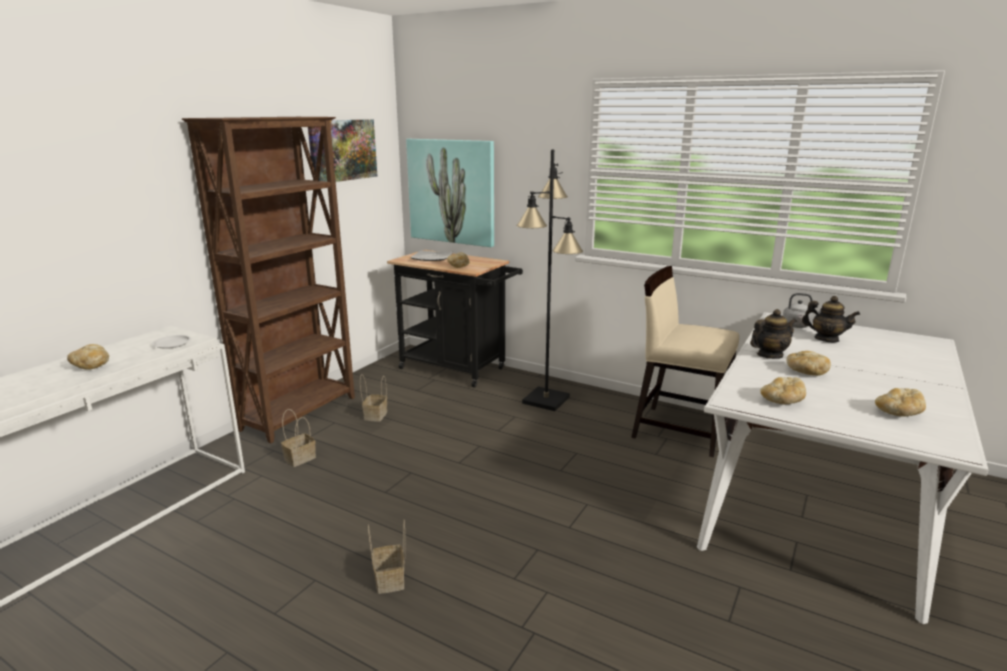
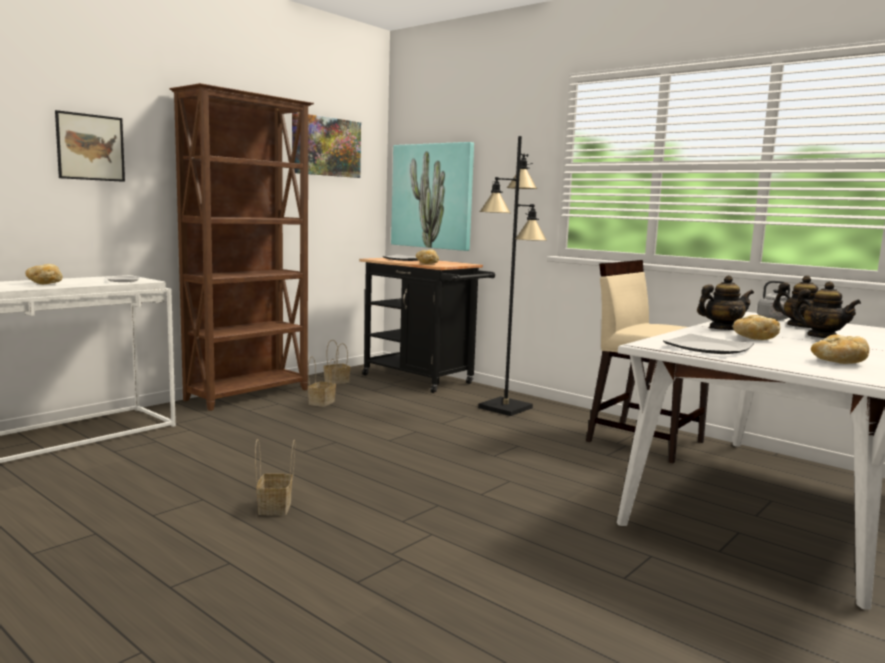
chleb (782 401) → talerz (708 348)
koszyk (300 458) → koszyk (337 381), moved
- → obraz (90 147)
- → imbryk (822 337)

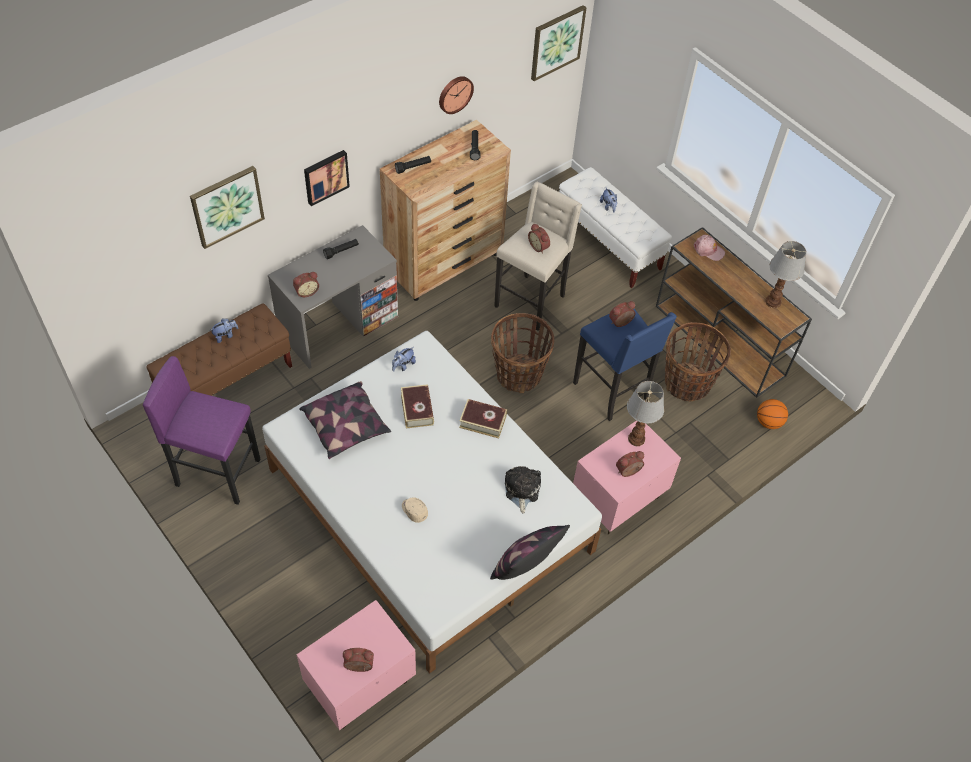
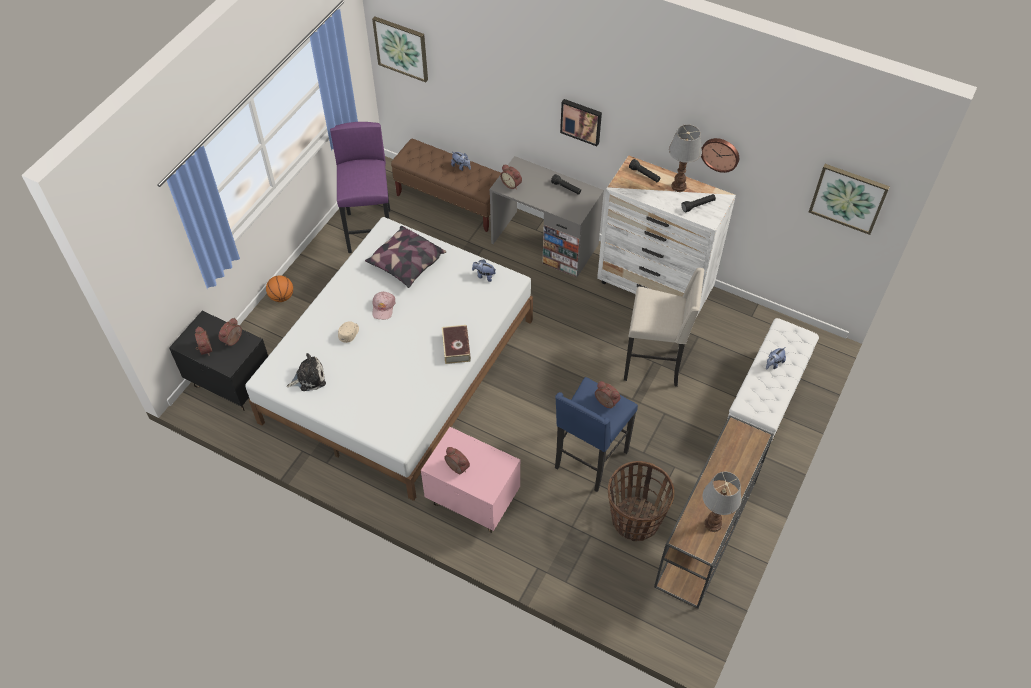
komoda/brązowy (444 263) → komoda/biały (655 287)
obraz (227 206) → obraz (401 48), moved
budzik (539 246) → budzik (233 340), moved
czapka z daszkiem/różowy (708 250) → czapka z daszkiem/różowy (383 307), moved
koszyk (519 374) → -
lampa stołowa (637 438) → lampa stołowa (679 186), moved
książka (417 409) → -
piłka do koszykówki (768 422) → piłka do koszykówki (282 297), moved
pluszak (521 490) → pluszak (309 378), moved
poduszka (525 565) → -
szafka nocna/różowy (360 686) → szafka nocna/czarny (231 384)

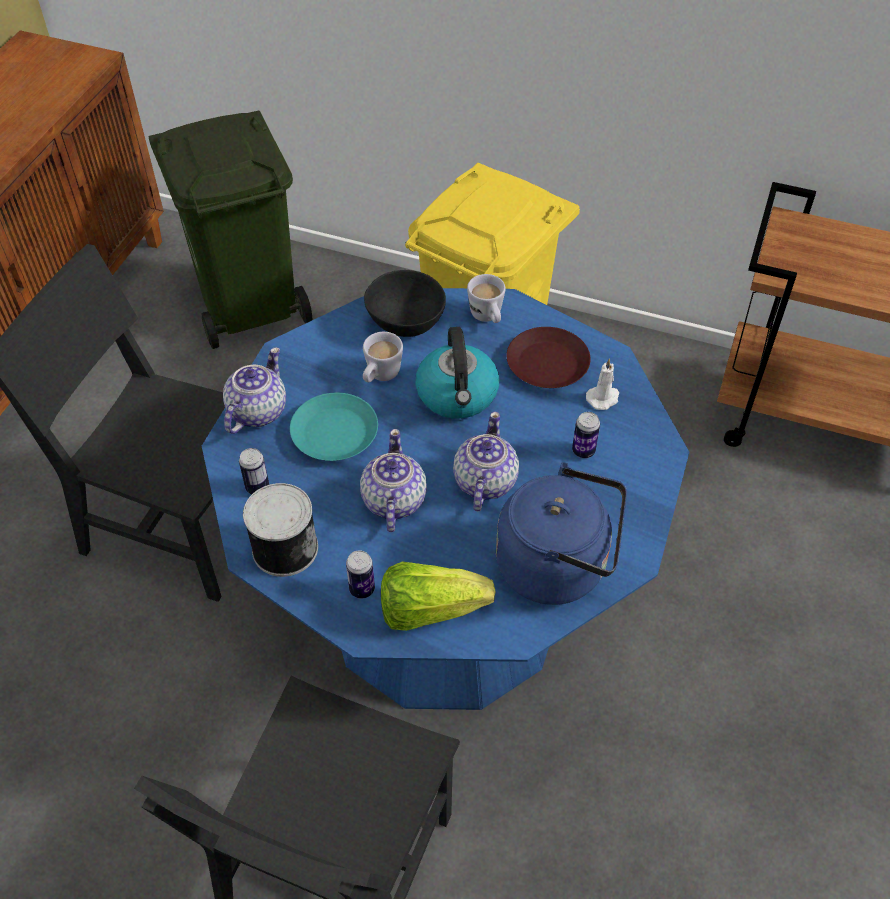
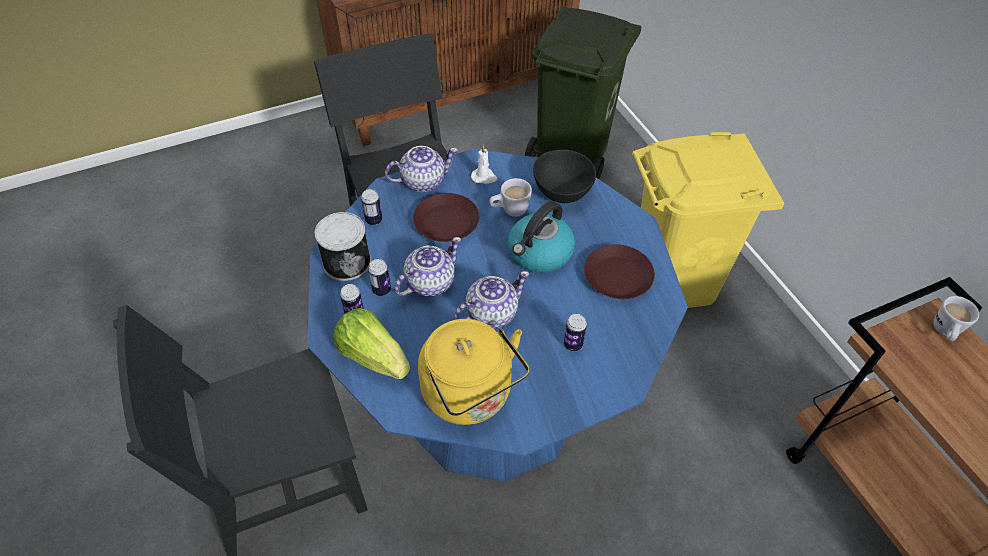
kubek/biały (487 318) → kubek/biały (944 332), moved
świeca/biały (603 398) → świeca/biały (484 177), moved
talerz/turkusowy (335 433) → talerz/brązowy (446 223)
czajnik/niebieski (558 565) → czajnik/żółty (471 396)
- → puszka (382 290)

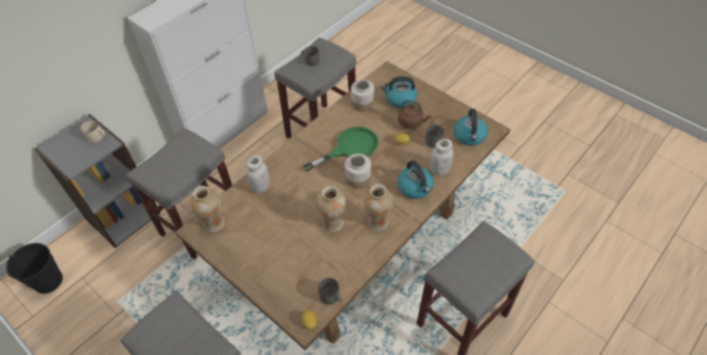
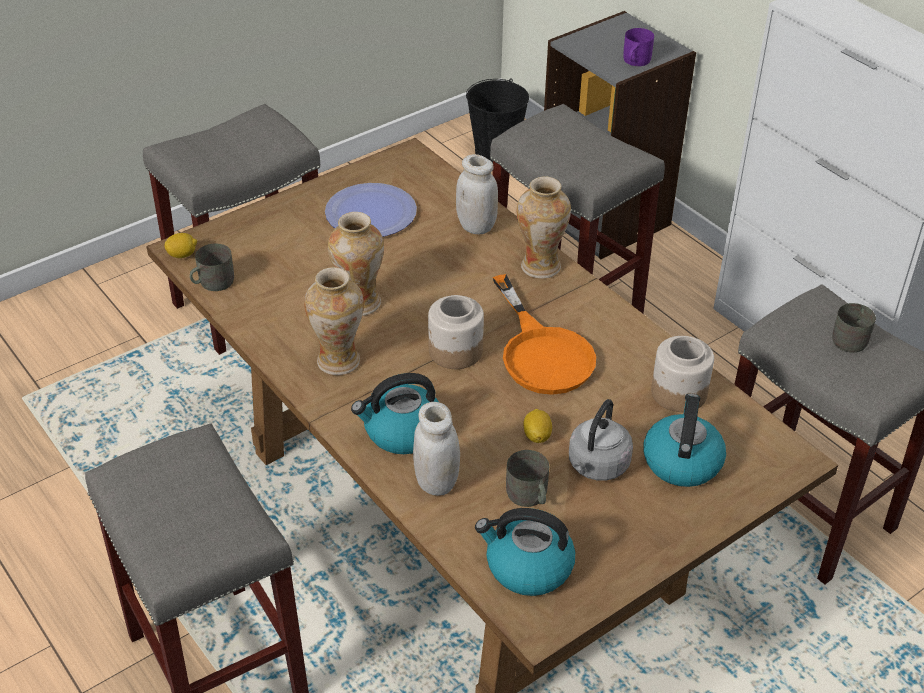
czajnik/brązowy (412 123) → czajnik/szary (597 466)
kubek/beżowy (97 137) → kubek/fioletowy (635 61)
patelnia/zielony (350 148) → patelnia/pomarańczowy (541 352)
wazon (214 223) → wazon (540 266), moved
- → talerz (370 213)

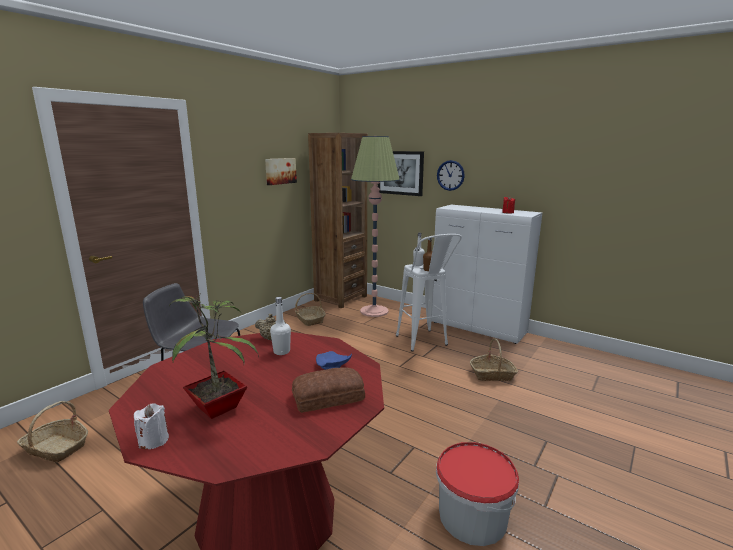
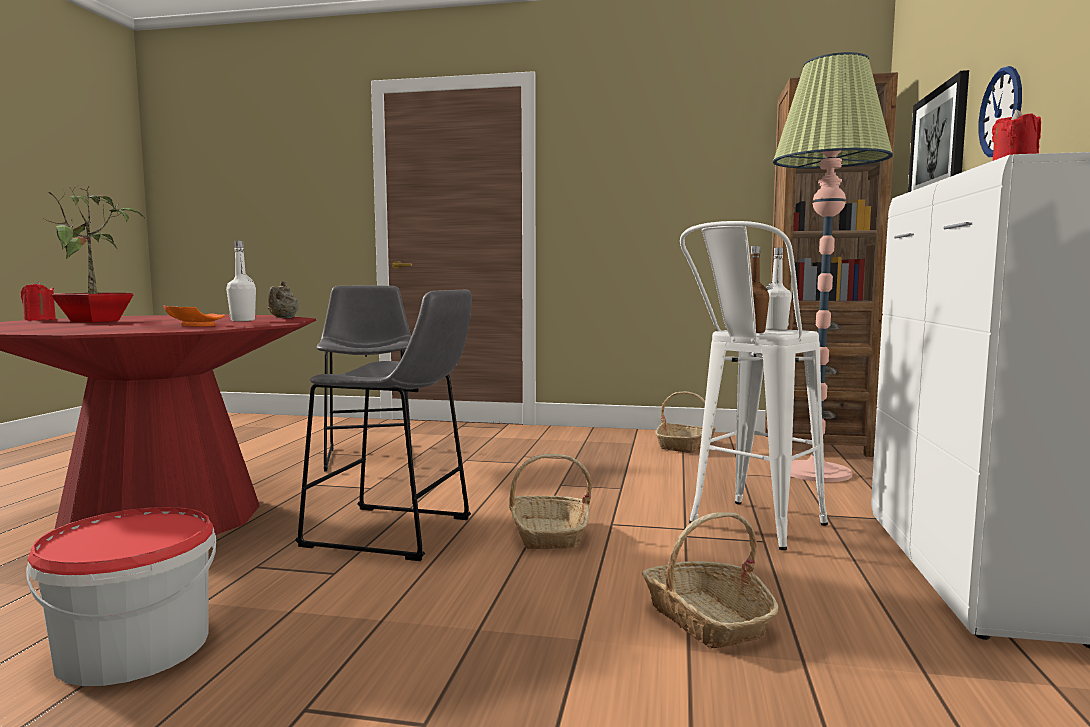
obraz (280 171) → -
talerz/niebieski (332 367) → talerz/pomarańczowy (194 326)
chleb (329 397) → -
koszyk (56 448) → koszyk (548 534), moved
świeca/biały (154 440) → świeca/czerwony (40 320)
- → stołek/szary (396 533)

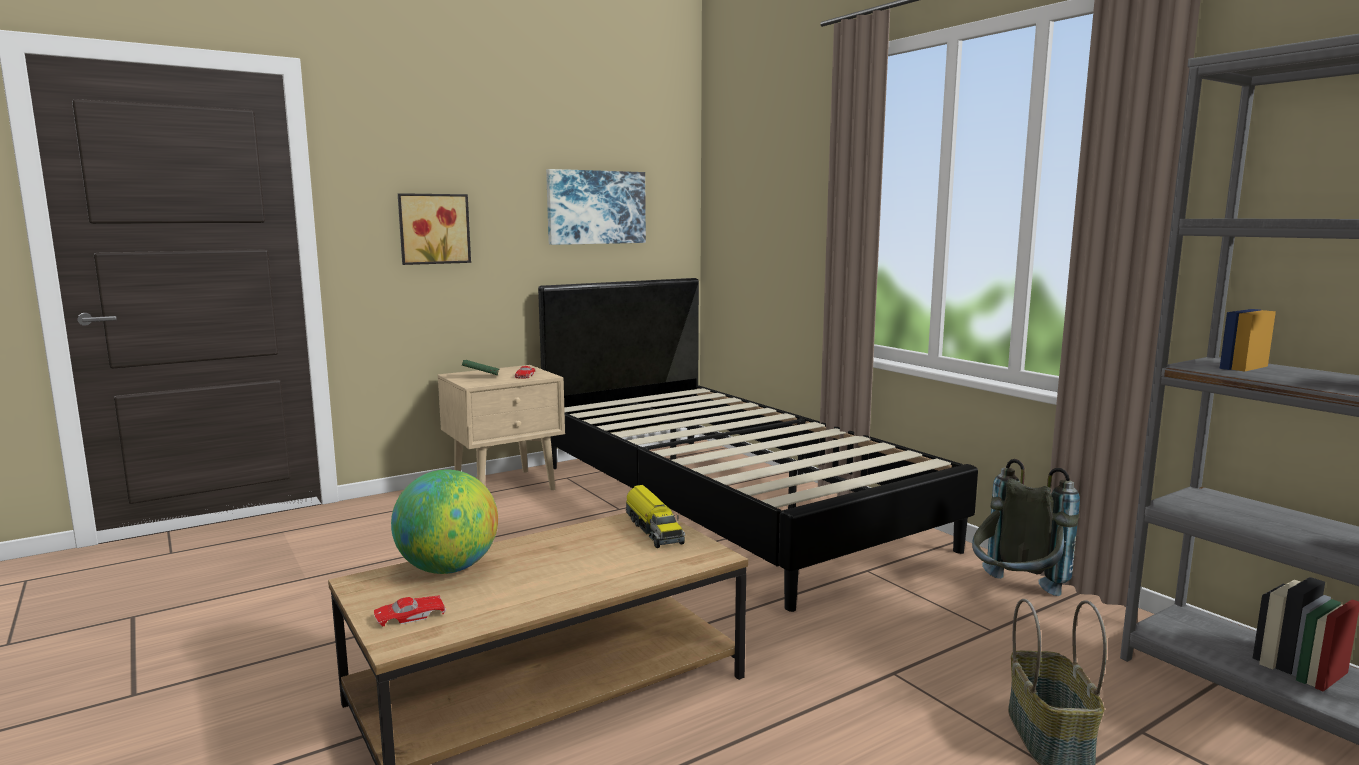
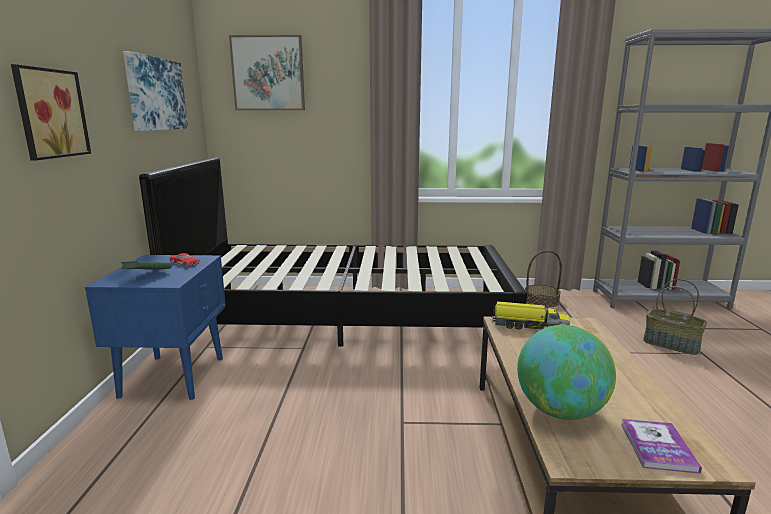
szafka nocna/beżowy (506 486) → szafka nocna/niebieski (175 375)
plecak/szary (1015 594) → koszyk (541 301)
samochodzik/czerwony (410 616) → książka (657 447)
- → obraz (268 73)

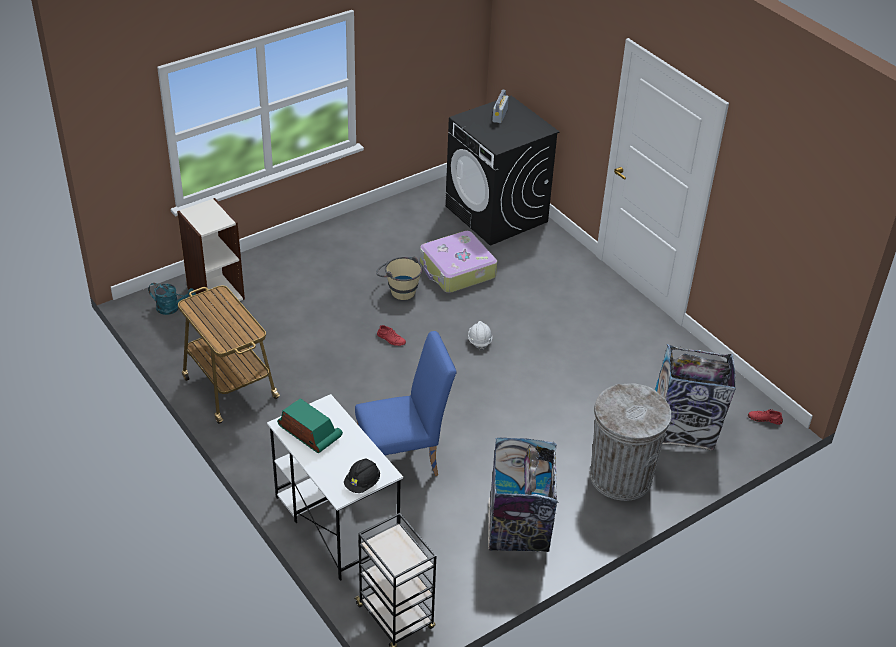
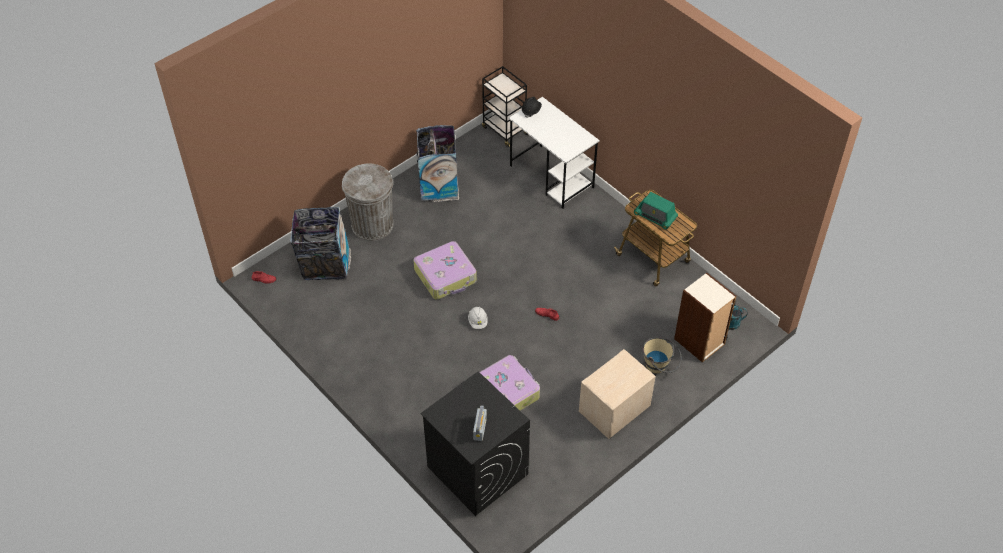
wiadro/beżowy (399 289) → wiadro/beżowy (660 367), moved
krzesło/niebieski (404 461) → -
radio (309 433) → radio (655 216), moved
- → walizka (446 276)
- → szafka nocna/beżowy (614 408)

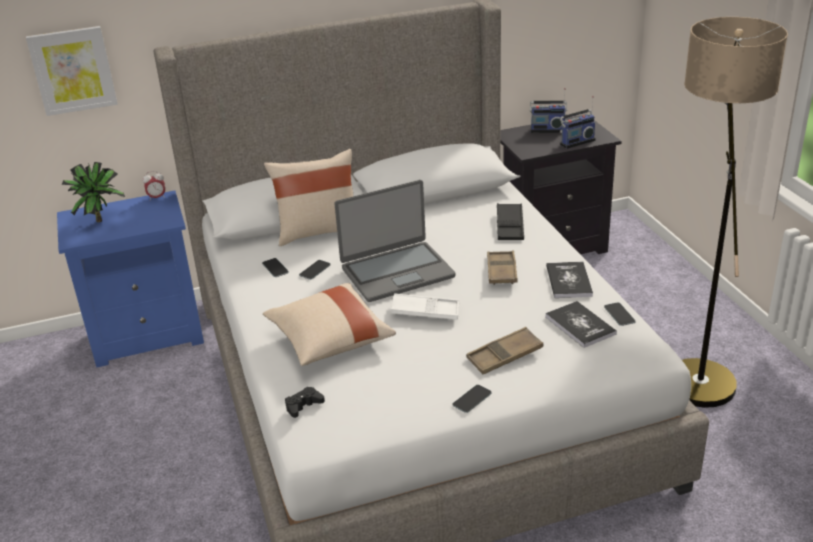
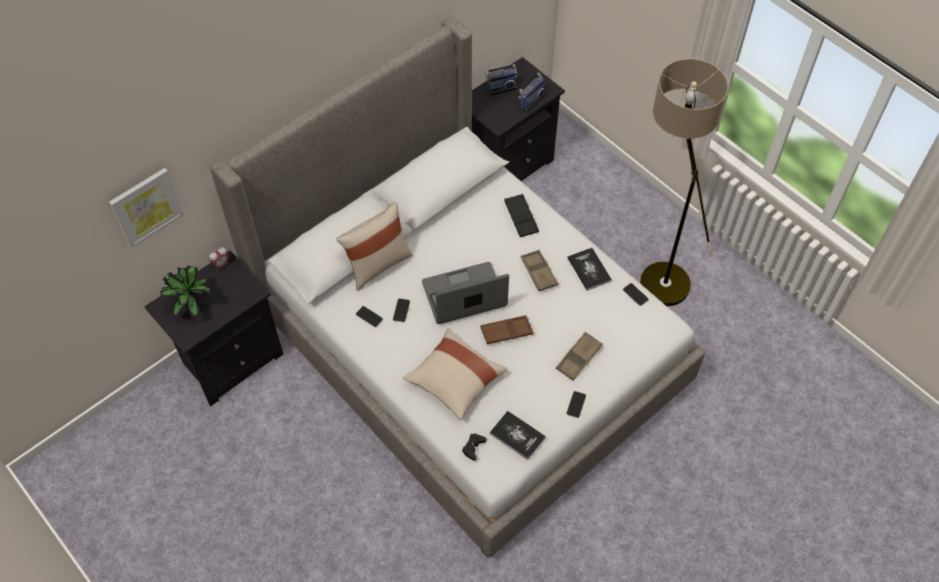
laptop (397 272) → laptop (464 295), 150 degrees counterclockwise
szafka nocna/niebieski (148 335) → szafka nocna/czarny (231 359)
taca/biały (425 311) → taca/brązowy (506 332)
książka (580 325) → książka (517 435), moved

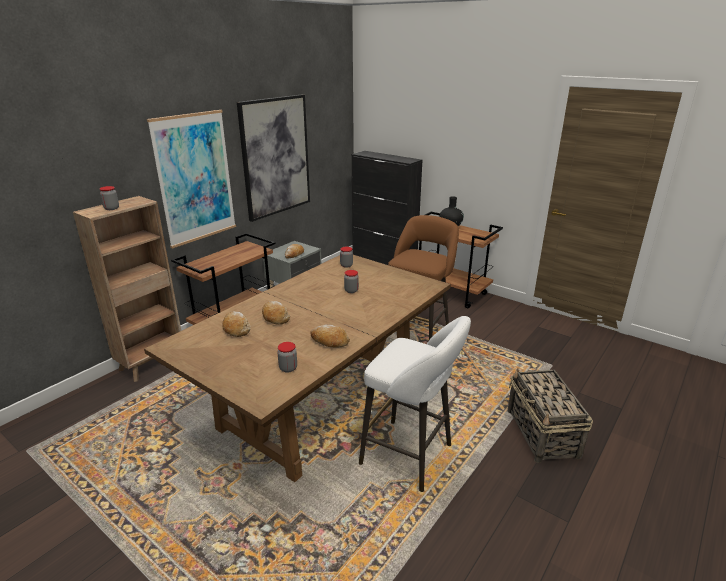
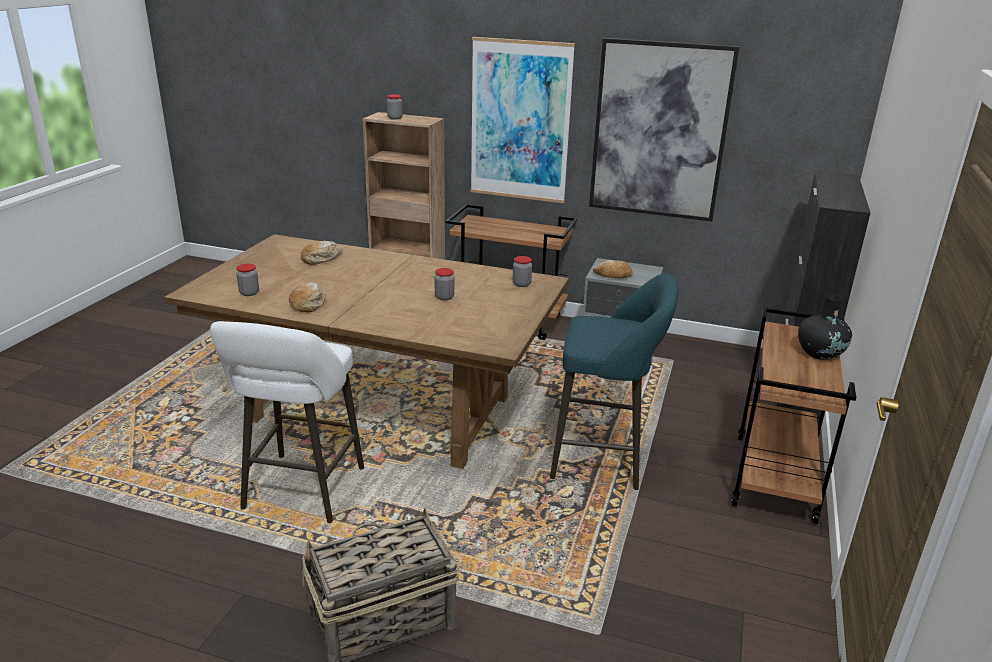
stołek/brązowy (418 331) → stołek/turkusowy (603 459)
chleb (275 317) → -

